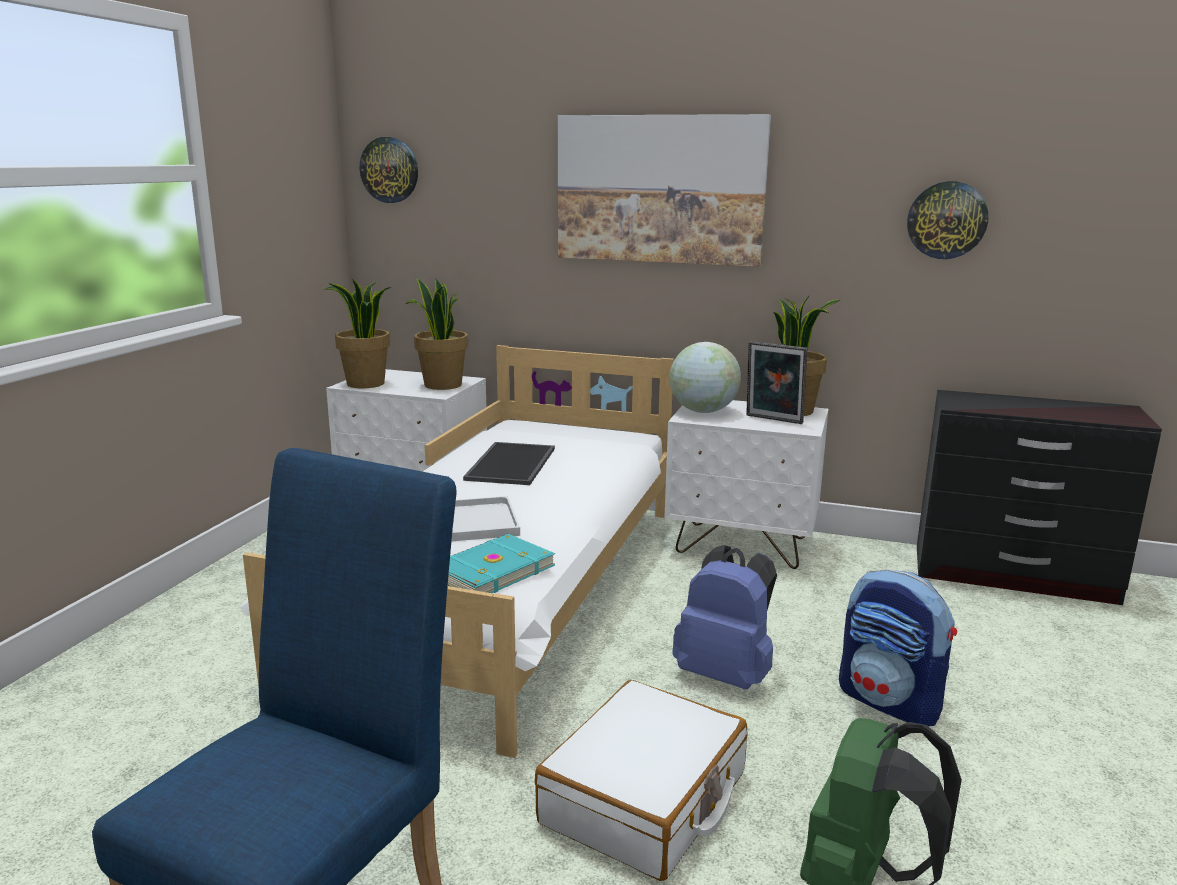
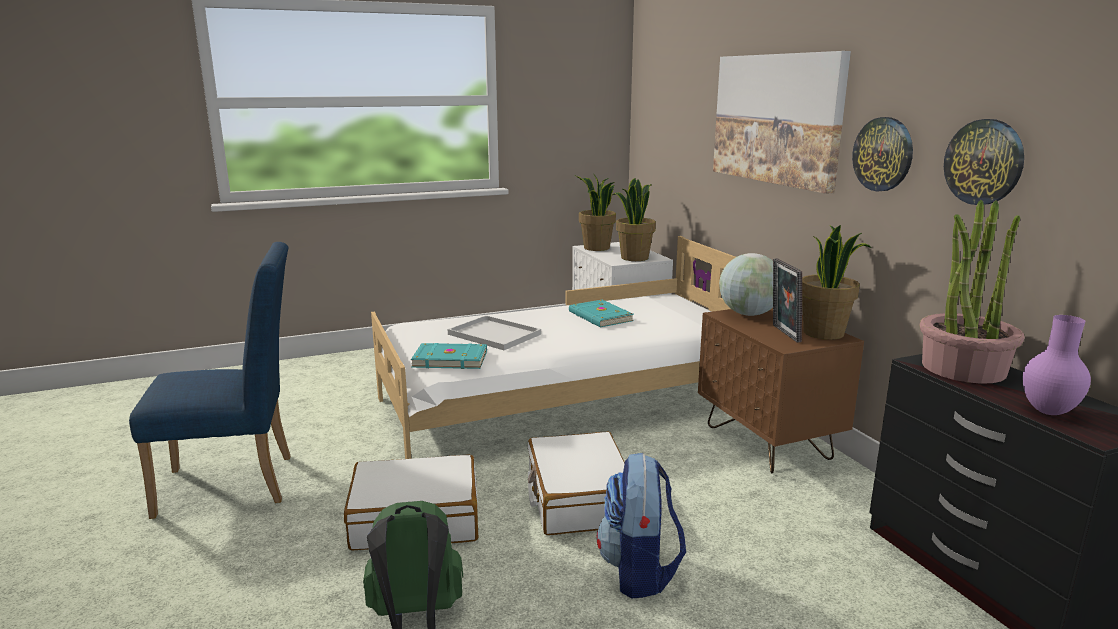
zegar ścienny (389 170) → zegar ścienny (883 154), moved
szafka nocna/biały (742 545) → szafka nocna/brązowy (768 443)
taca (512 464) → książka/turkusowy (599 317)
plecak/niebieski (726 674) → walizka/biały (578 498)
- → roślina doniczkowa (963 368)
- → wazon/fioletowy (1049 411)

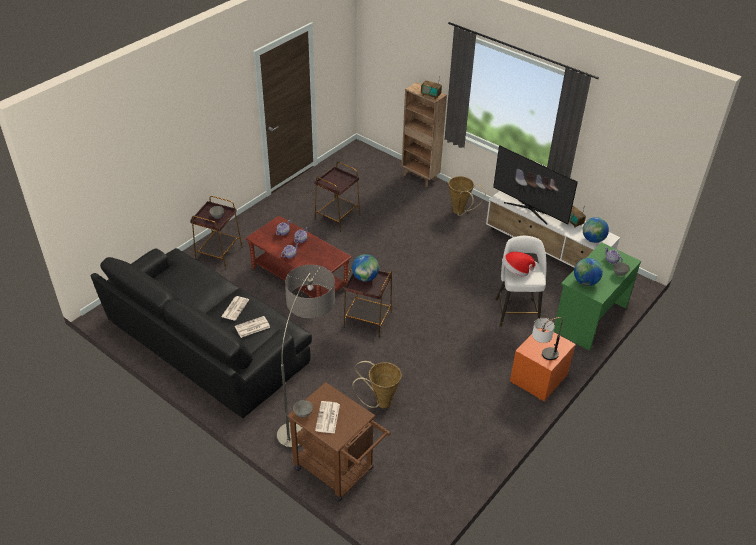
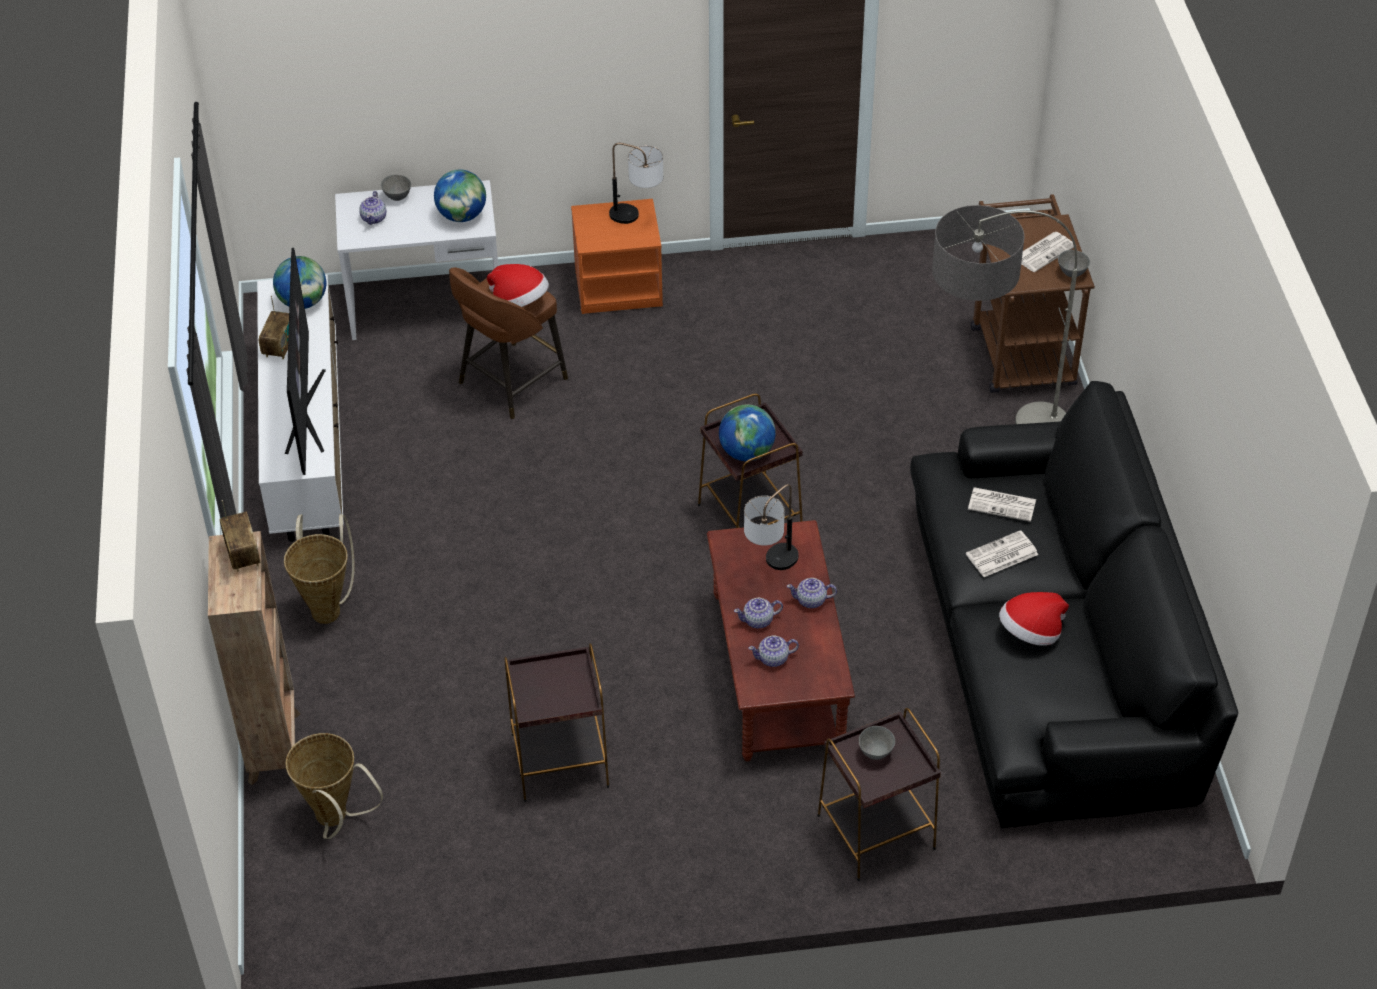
stołek/biały (516 311) → stołek/brązowy (510 382)
biurko/zielony (589 318) → biurko/biały (426 307)
koszyk (380 402) → koszyk (335 820), moved
- → lampa stołowa (771 567)
- → kapelusz (1031 633)

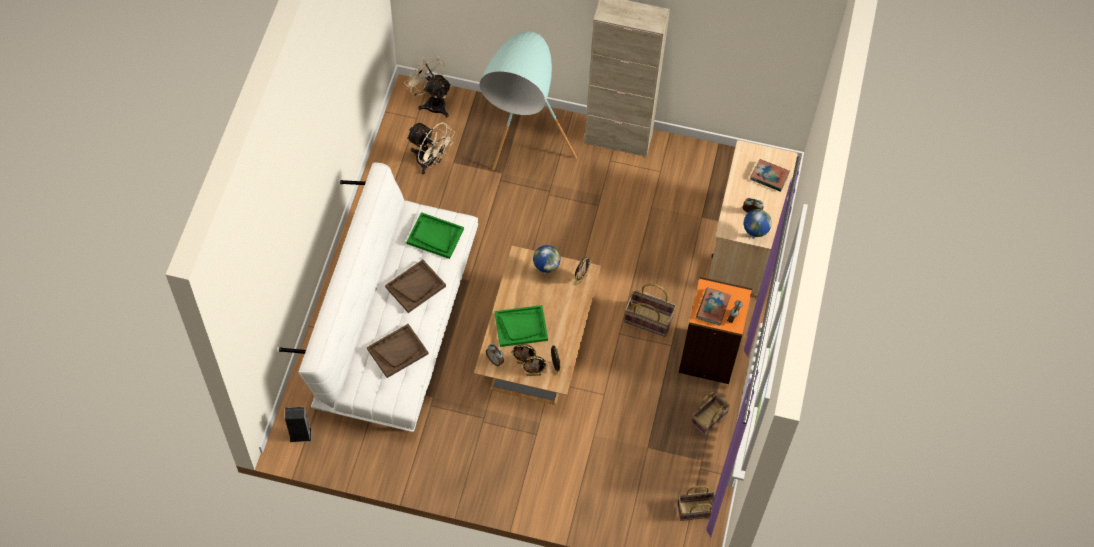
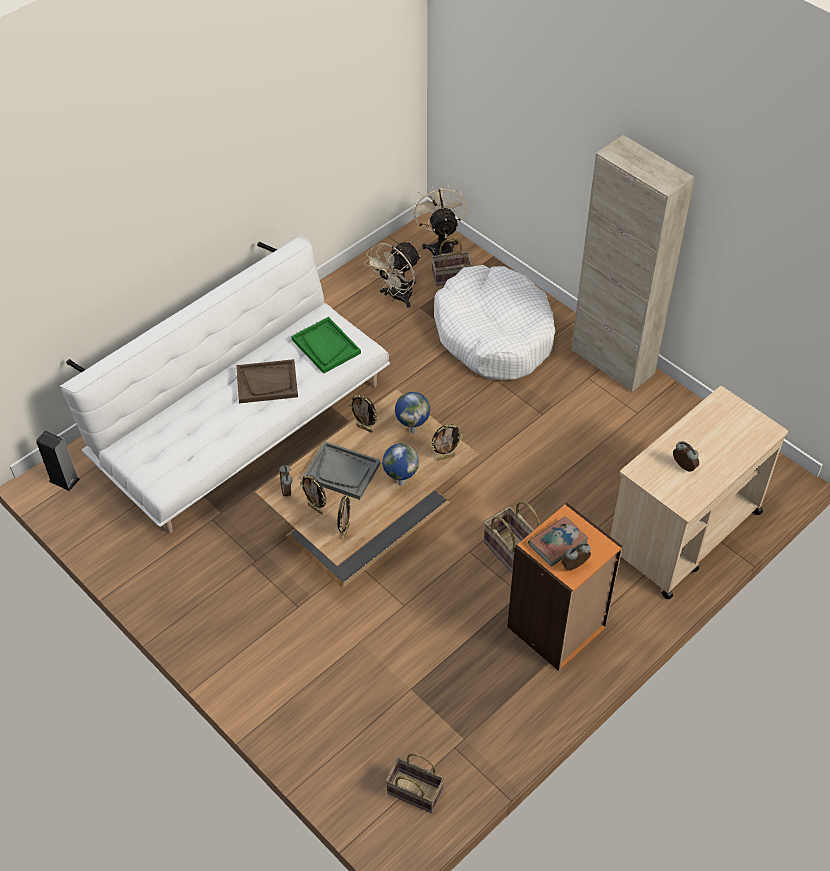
lampa stojąca/turkusowy (522 158) → legowisko/biały (494 334)
wentylator/beżowy (430 162) → wentylator/beżowy (396 297), 60 degrees clockwise
książka (769 177) → -
globus (753 236) → globus (400 483), moved
taca/zielony (521 326) → taca/szary (342 471)
taca/brązowy (397 351) → -
ramka na zdjęcie (533 374) → ramka na zdjęcie (365 428), moved
koszyk (709 419) → koszyk (450 277), moved

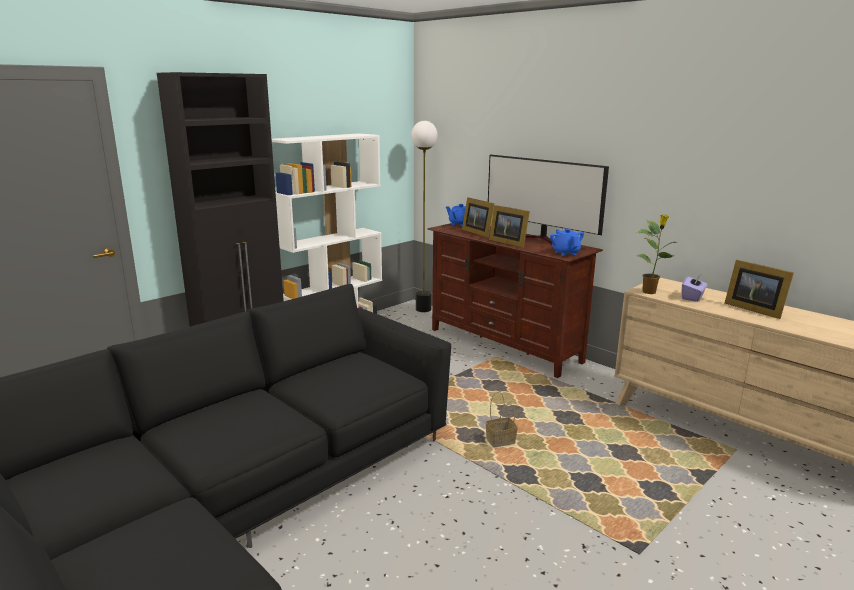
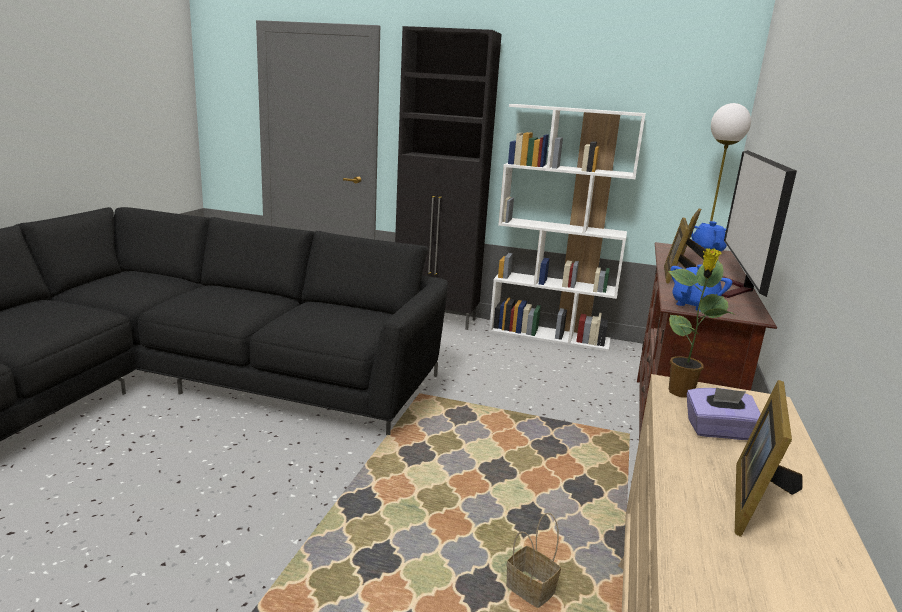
koszyk (500 441) → koszyk (528 589), moved

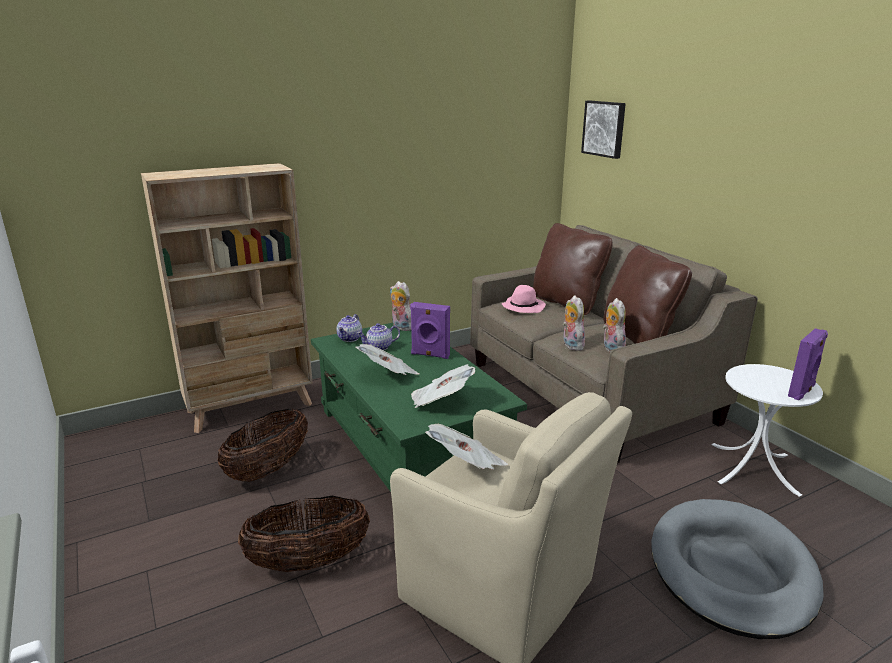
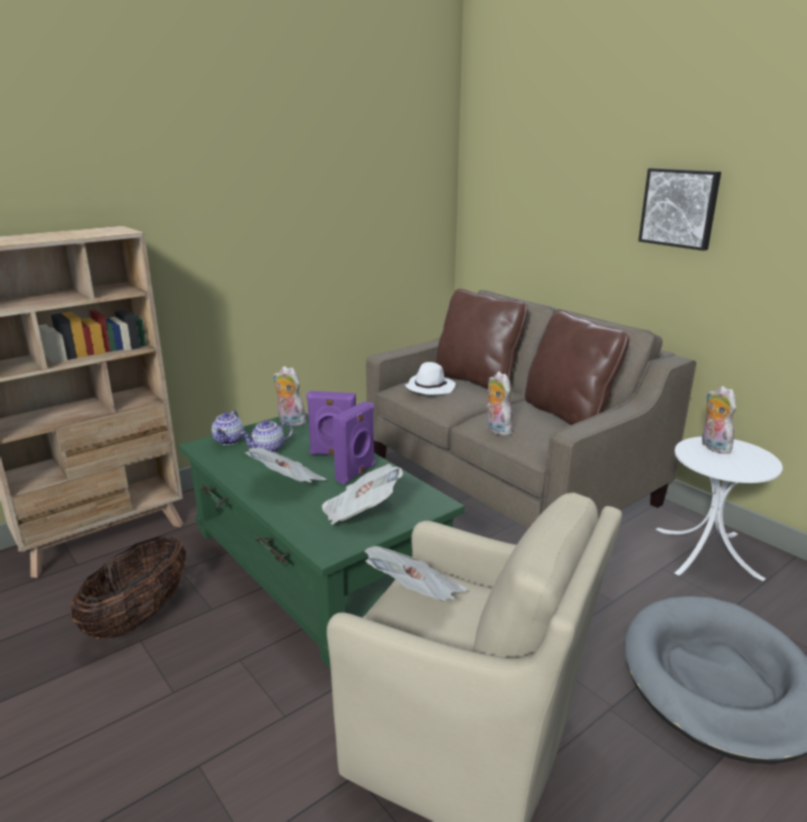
obraz (604 128) → obraz (679 208), moved
kapelusz/różowy (523 307) → kapelusz/biały (429 388)
pluszak (611 349) → pluszak (712 447), moved
głośnik/fioletowy (802 391) → głośnik/fioletowy (356 473), moved
koszyk (308 562) → -

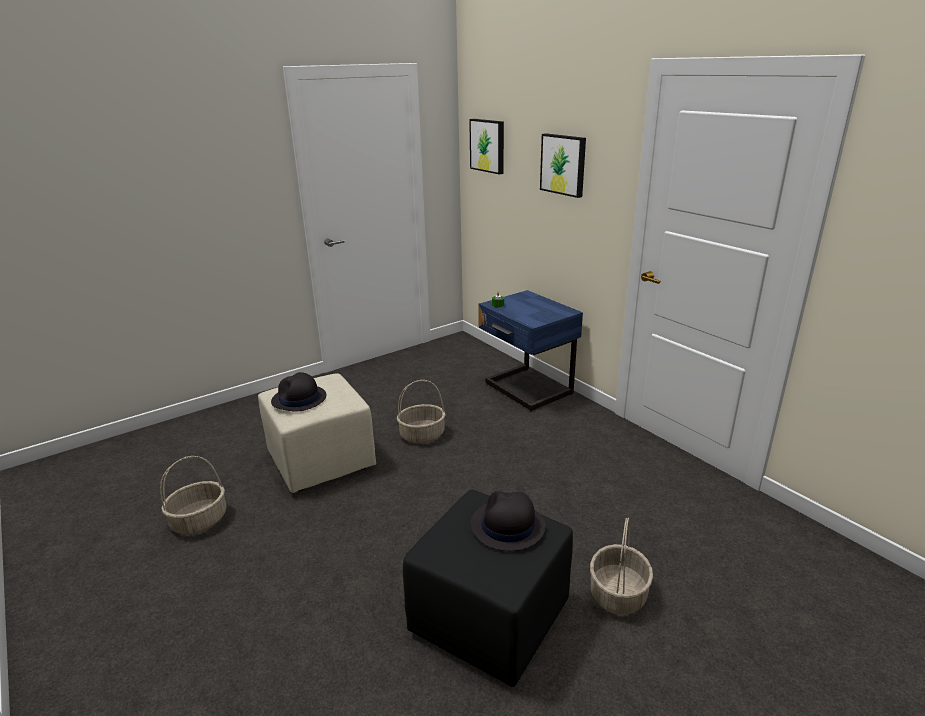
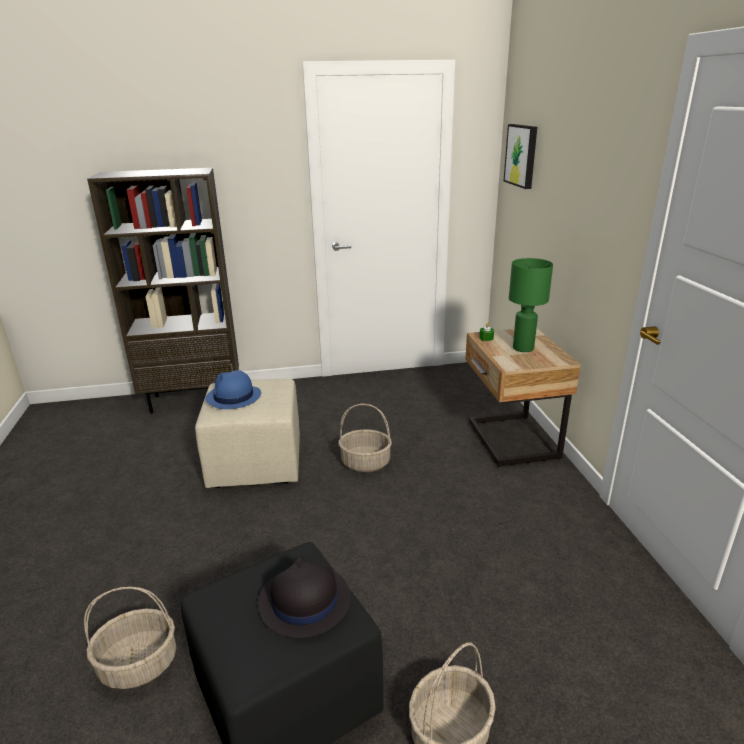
obraz (563 164) → -
szafka nocna/niebieski (526 390) → szafka nocna/beżowy (510 441)
kapelusz/czarny (299 399) → kapelusz/niebieski (233 397)
koszyk (199 521) → koszyk (138 665), moved
- → regał/brązowy (194 399)
- → lampa stołowa/zielony (523 348)

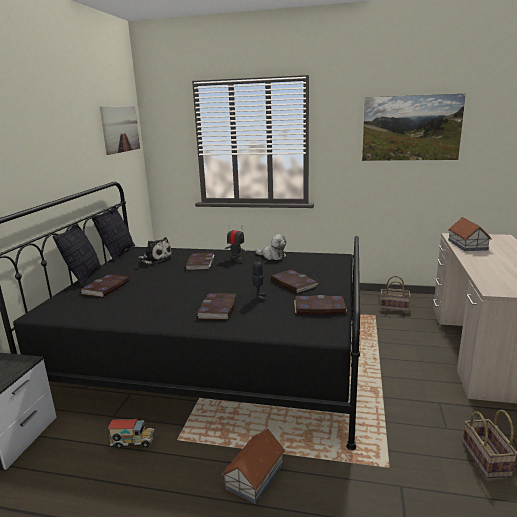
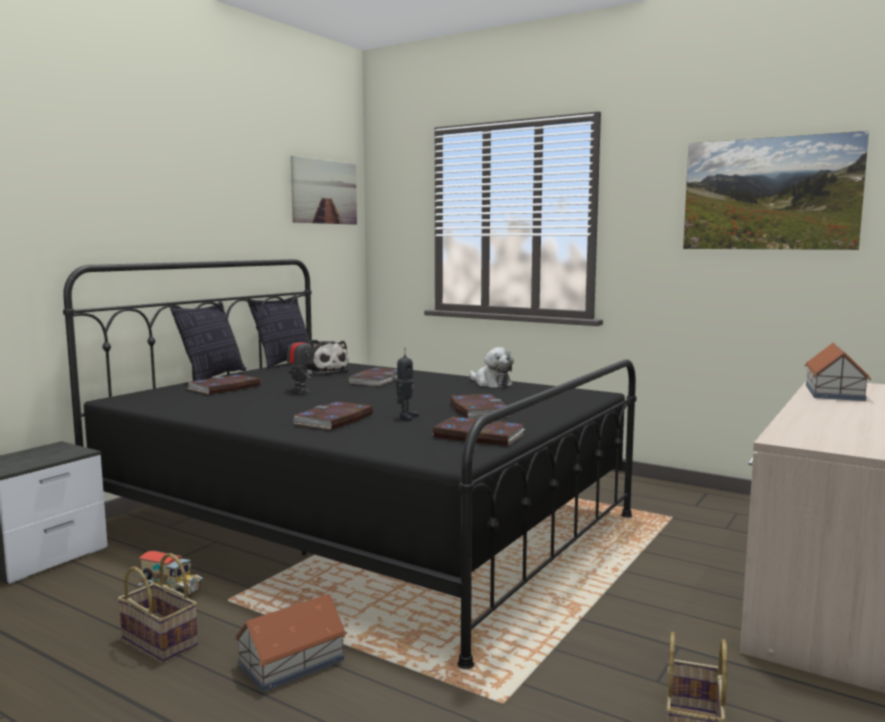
robot zabawkowy (236 259) → robot zabawkowy (300 391), moved
koszyk (395 307) → koszyk (162 641), moved

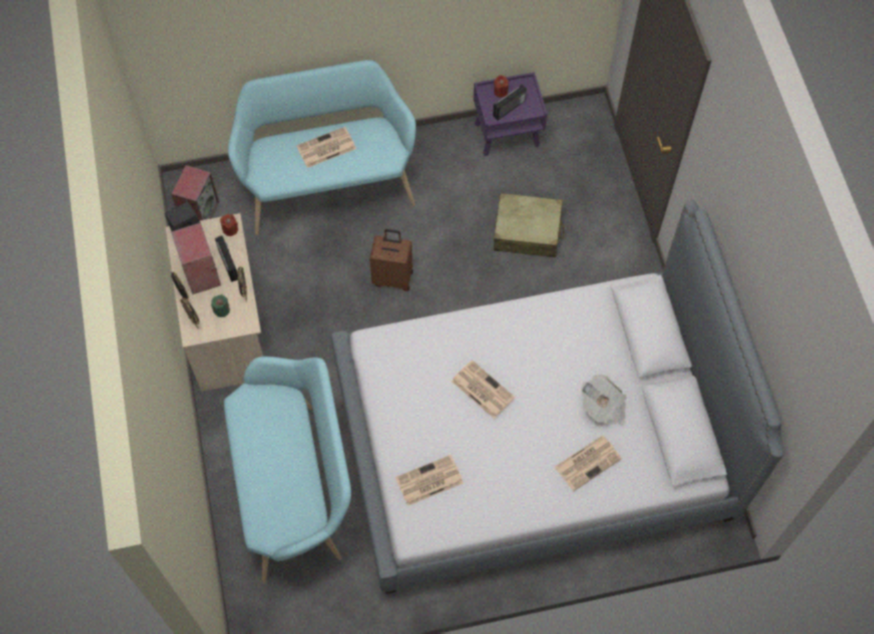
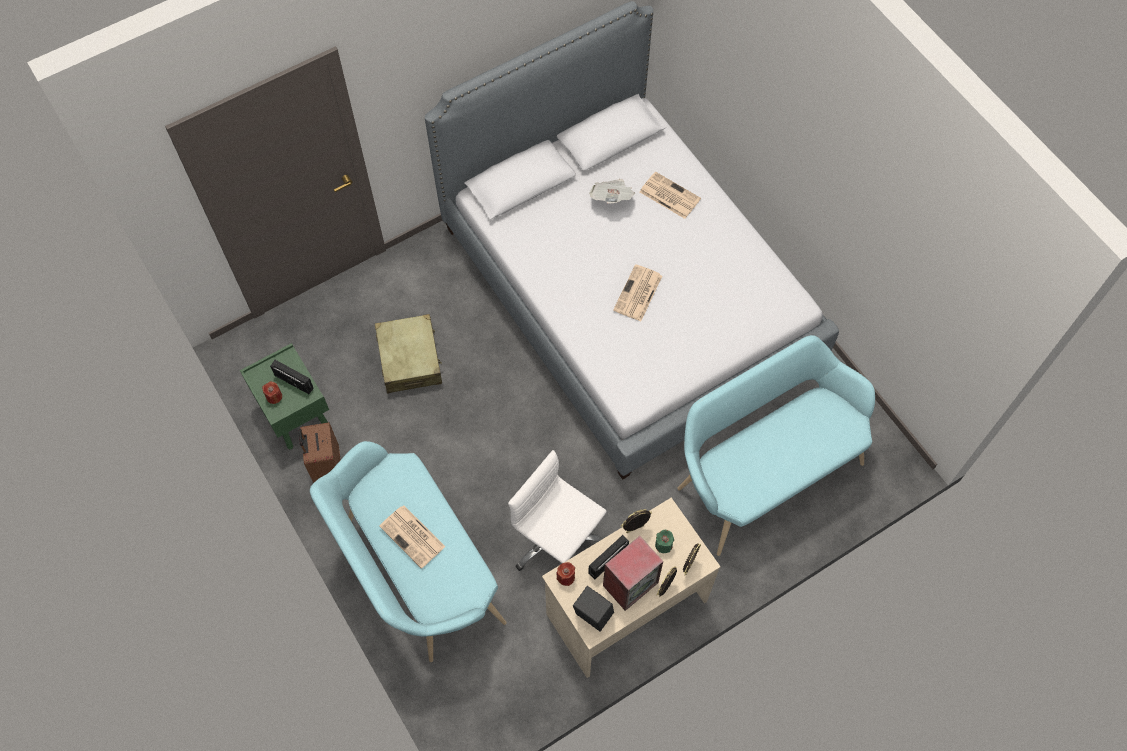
szafka nocna/fioletowy (507 134) → szafka nocna/zielony (294 413)
głośnik (200 211) → -
walizka/brązowy (393 277) → walizka/brązowy (326 467), moved
gazeta (428 481) → -
- → krzesło biurowe/biały (557 542)

